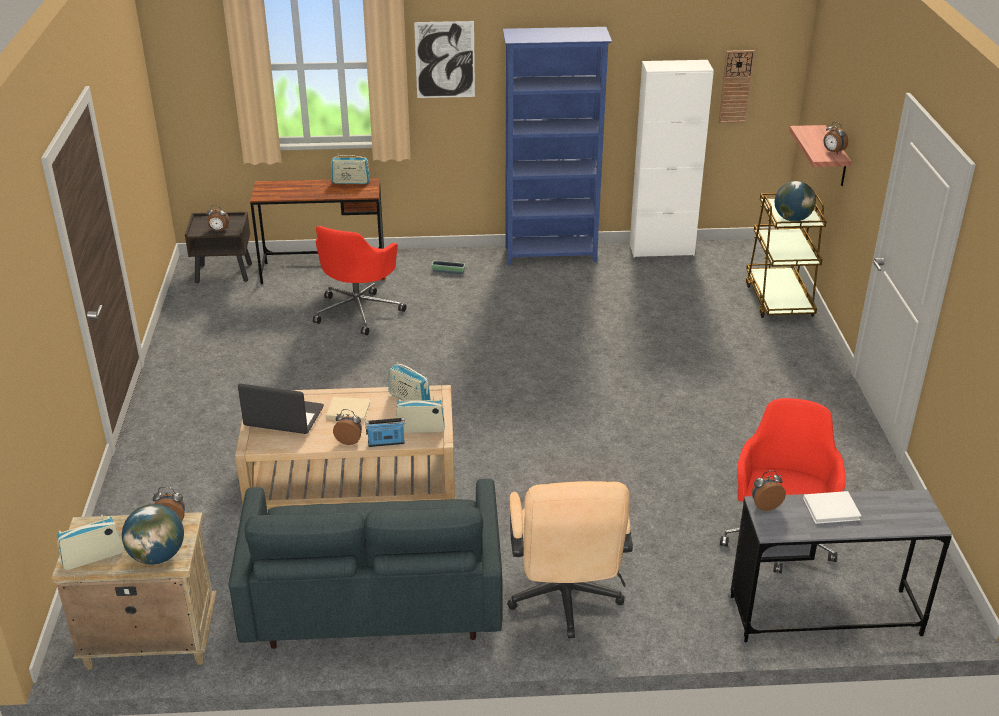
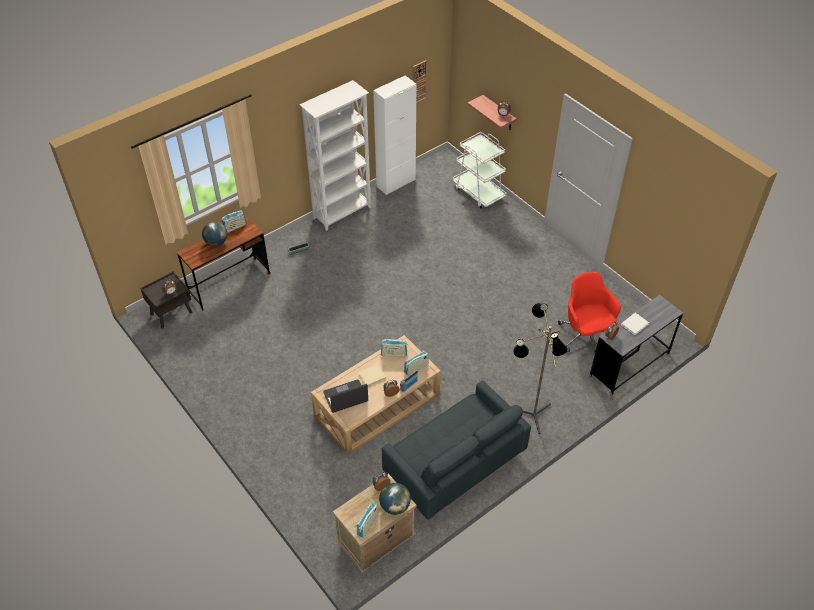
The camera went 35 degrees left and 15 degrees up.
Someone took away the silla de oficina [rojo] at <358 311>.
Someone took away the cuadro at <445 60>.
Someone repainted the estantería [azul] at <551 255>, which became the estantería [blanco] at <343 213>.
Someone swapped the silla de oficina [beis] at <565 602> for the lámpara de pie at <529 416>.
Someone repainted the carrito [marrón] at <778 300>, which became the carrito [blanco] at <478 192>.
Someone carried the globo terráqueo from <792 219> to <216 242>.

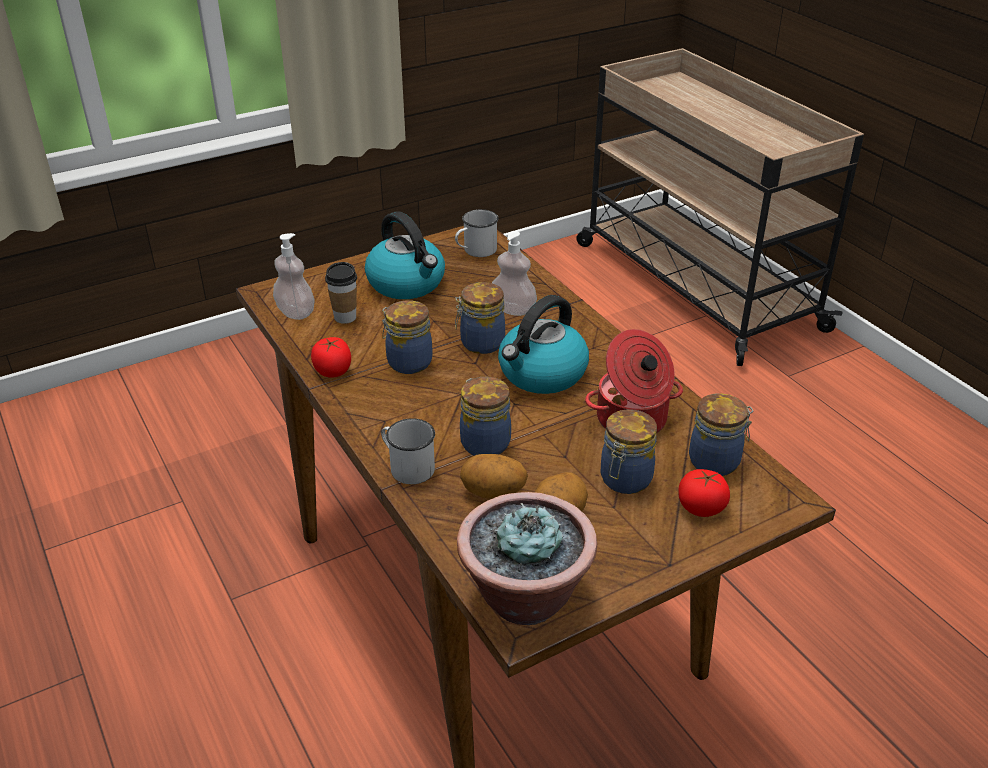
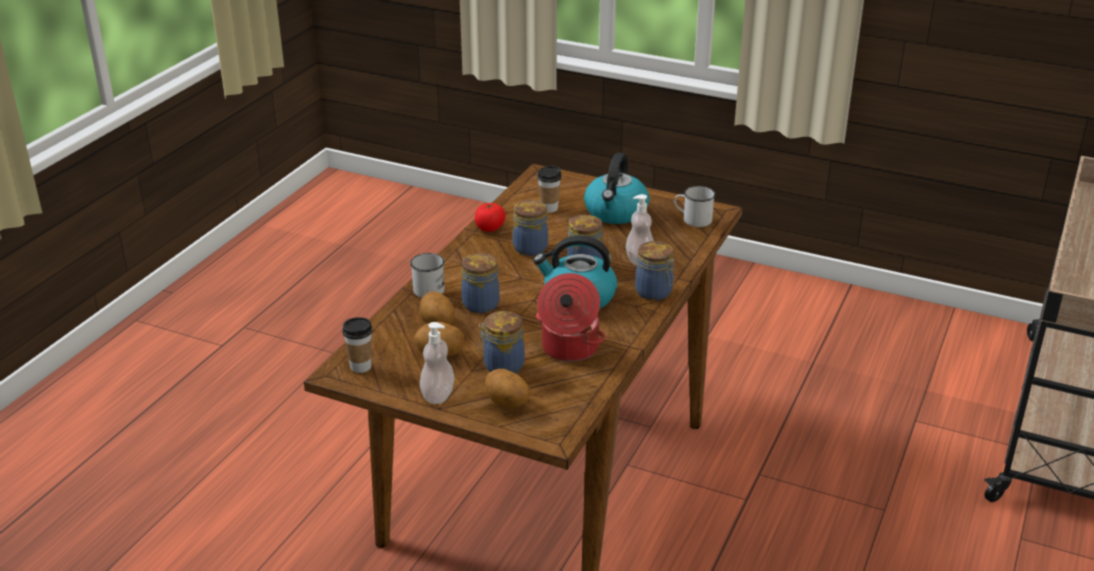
The camera went 55 degrees right and 5 degrees down.
Someone carried the dispensador de jabón from <295 312> to <437 395>.
Someone swapped the planta en maceta at <524 596> for the taza at <360 367>.
Someone swapped the tomate at <701 507> for the patata at <507 403>.
Someone carried the tarro from <716 461> to <655 293>.

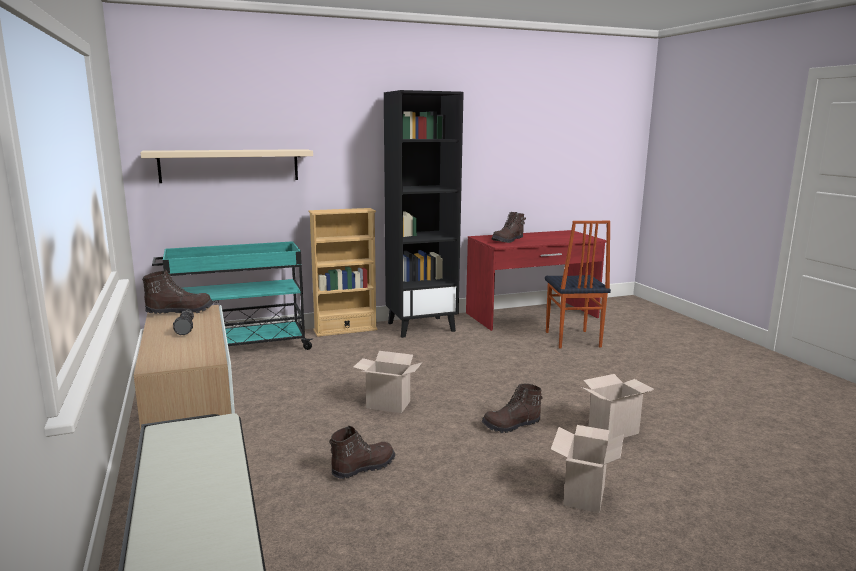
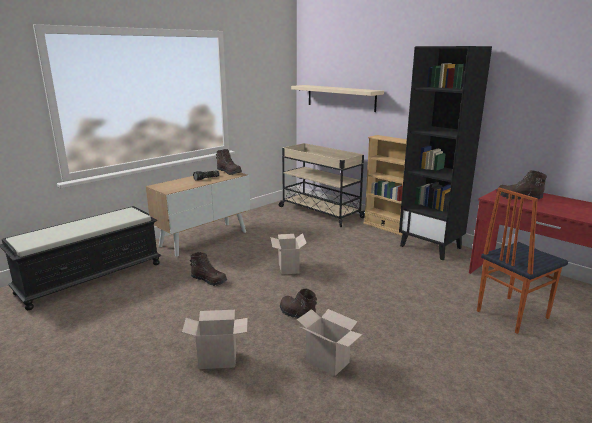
The camera went 65 degrees right and 5 degrees up.
Someone repainted the carrito [turquesa] at <237 348>, which became the carrito [beis] at <319 212>.

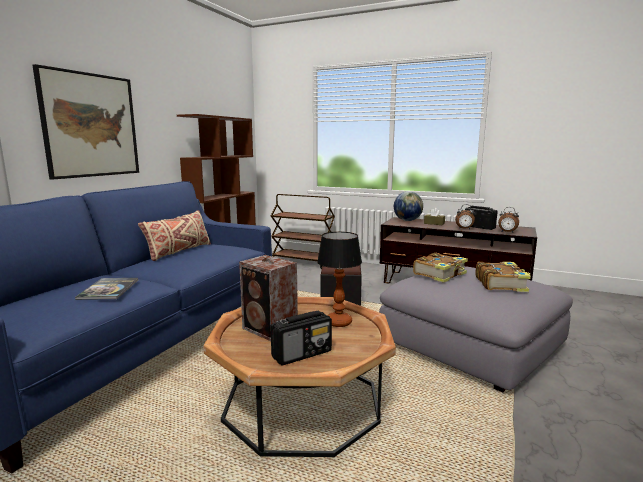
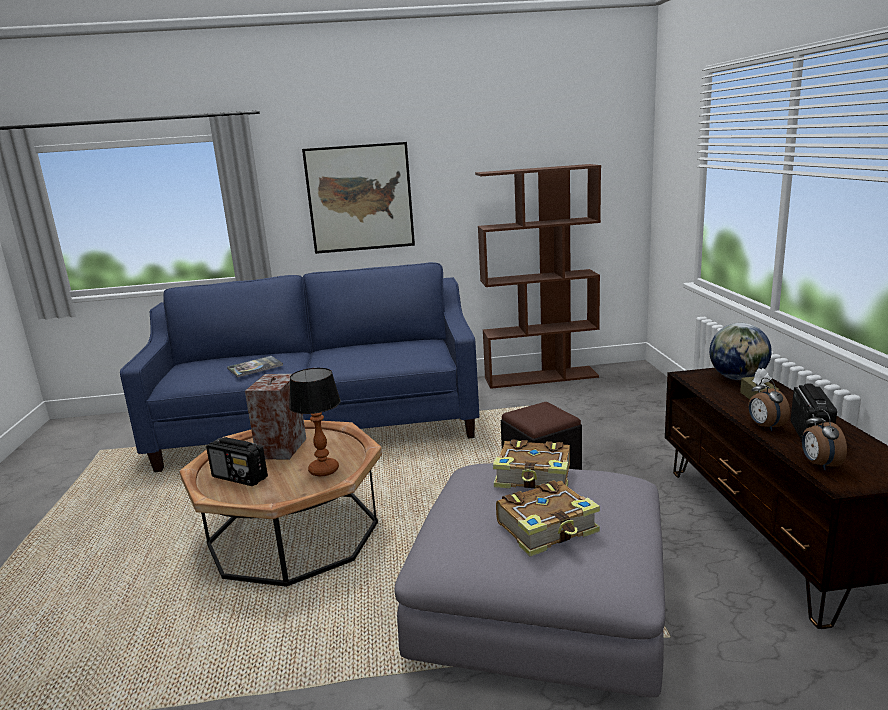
The camera went 60 degrees right and 5 degrees up.
Someone took away the cojín [beis] at <179 251>.
Someone took away the carrito [marrón] at <303 262>.

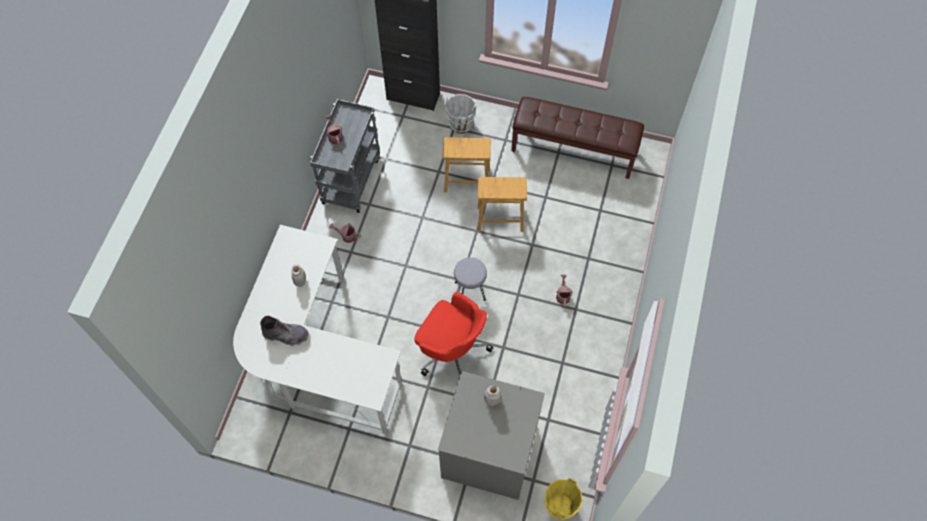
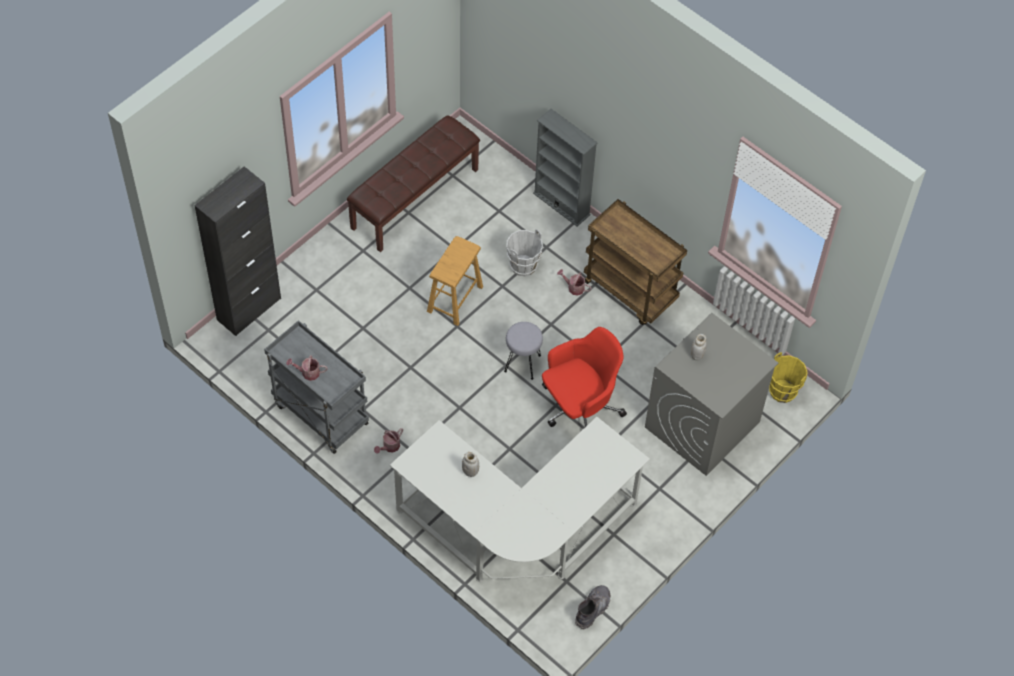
The camera went 65 degrees left and 5 degrees down.
Someone carried the bota [gris] from <286 335> to <593 609>.
Someone took away the taburete [marrón] at <467 180>.
Someone carried the cubo [blanco] from <461 125> to <523 266>.
Someone put down the estantería [gris] at <561 204>.
Someone put down the carrito [marrón] at <631 291>.

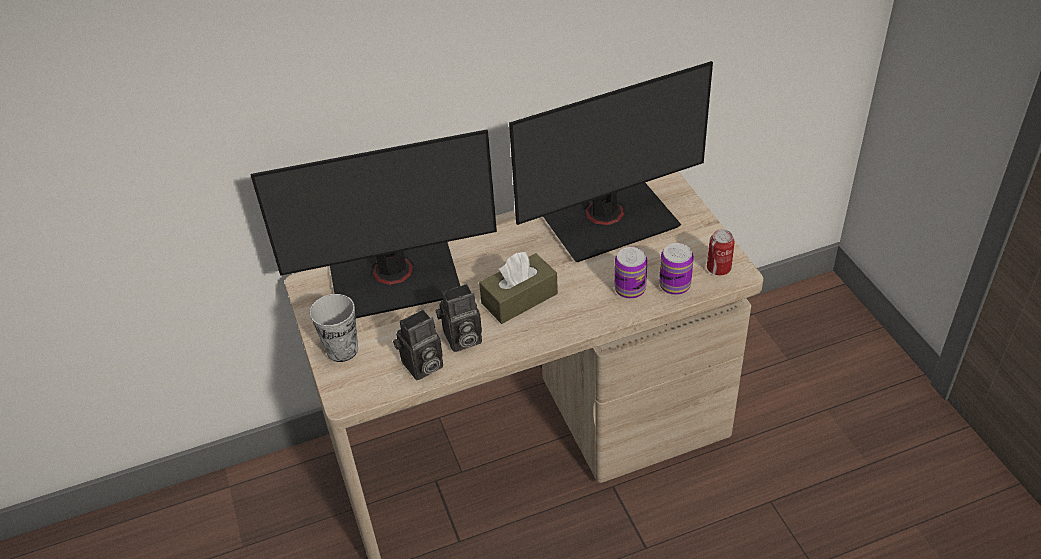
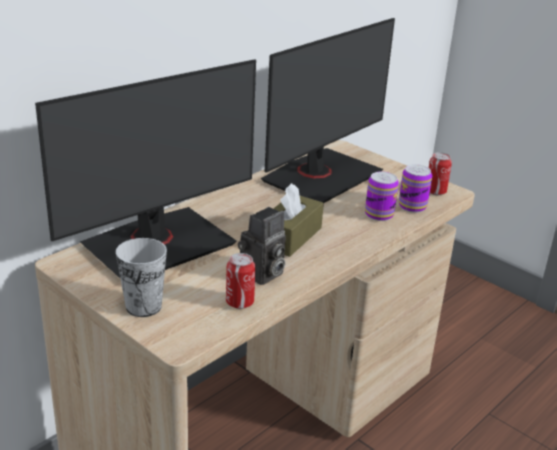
The camera went 30 degrees left and 15 degrees down.
Someone swapped the cámara at <422 367> for the lata at <239 302>.

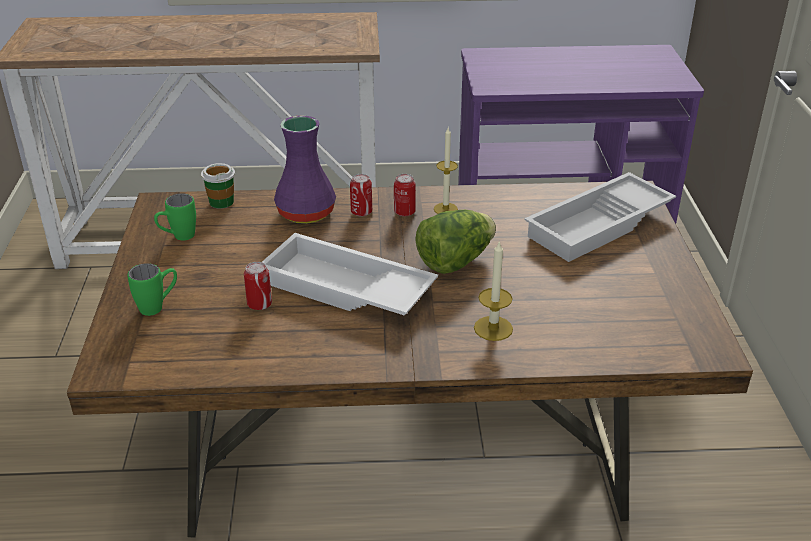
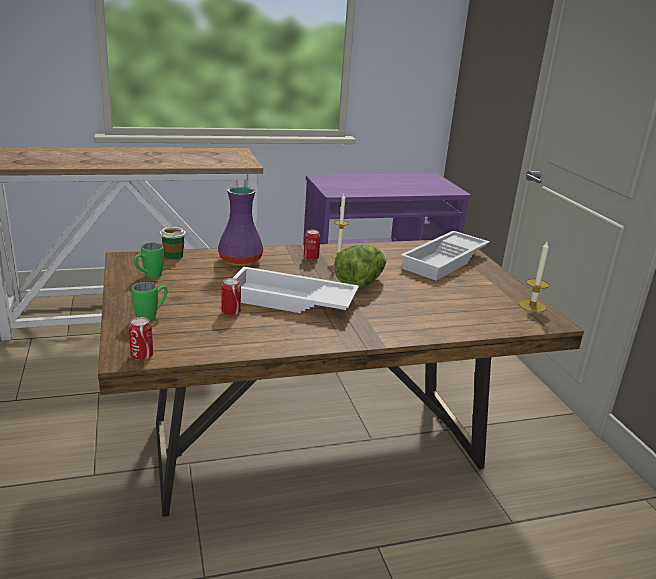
The camera went 15 degrees left and 10 degrees down.
Someone carried the lata from <361 212> to <142 356>.
Someone carried the vela from <493 328> to <532 306>.

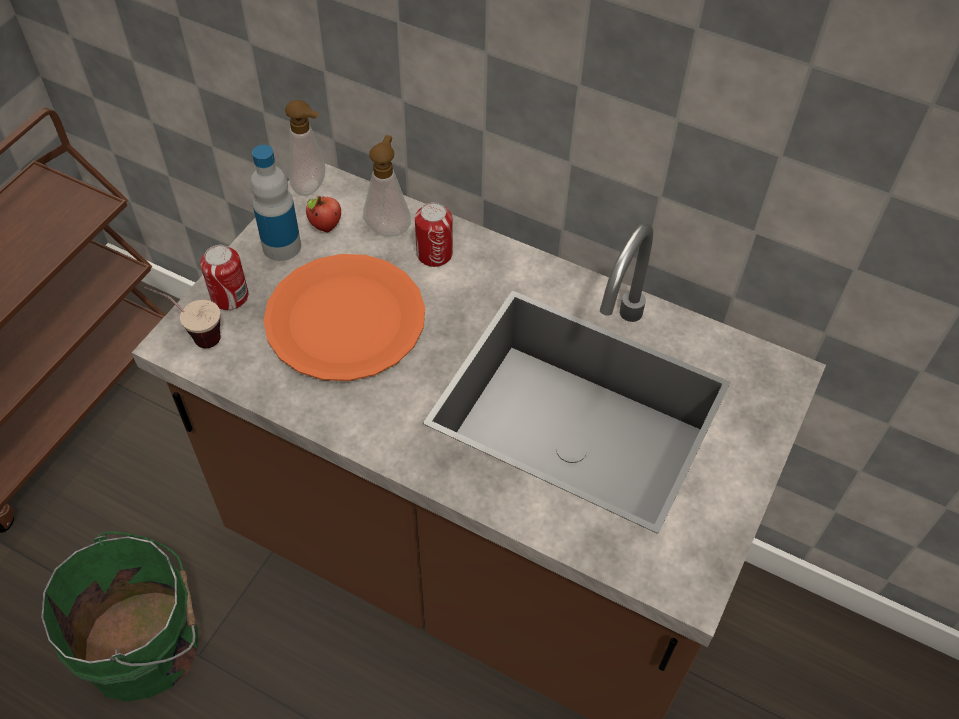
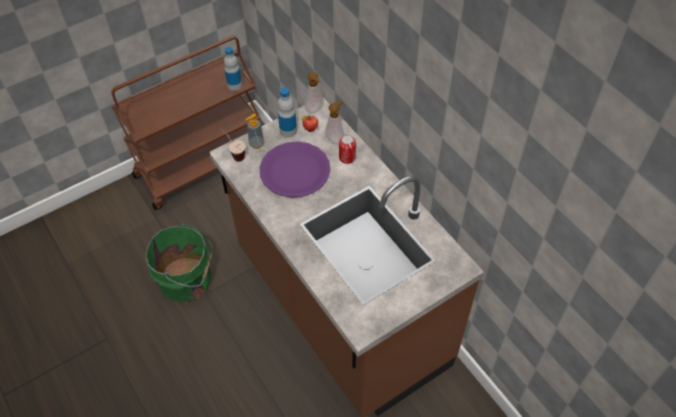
The camera went 30 degrees right and 0 degrees up.
Someone swapped the lata at <230 296> for the dispensador de jabón at <256 144>.
Someone repainted the plato [naranja] at <345 319>, which became the plato [morado] at <294 170>.
Someone put down the botella at <234 85>.

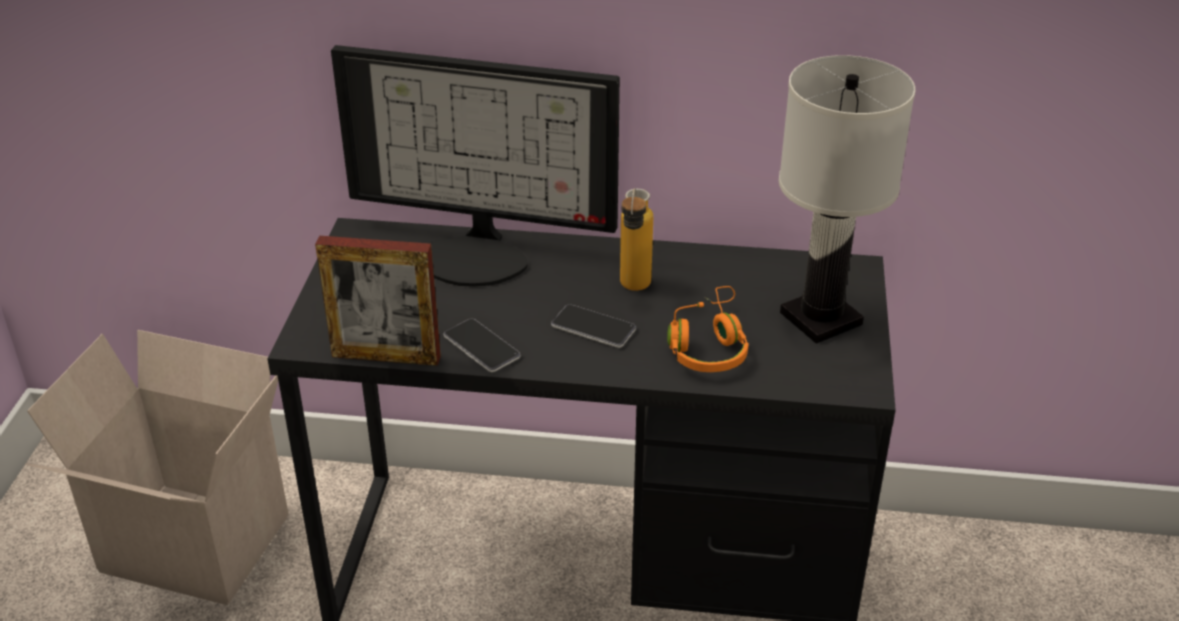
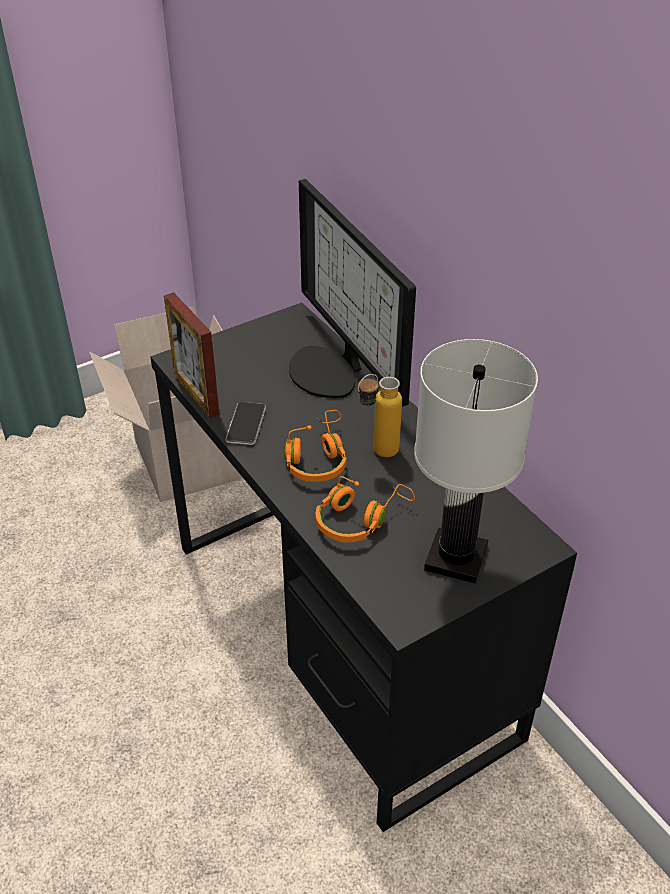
The camera went 50 degrees right and 5 degrees up.
Someone swapped the móvil at <593 328> for the auriculares [naranja] at <317 458>.

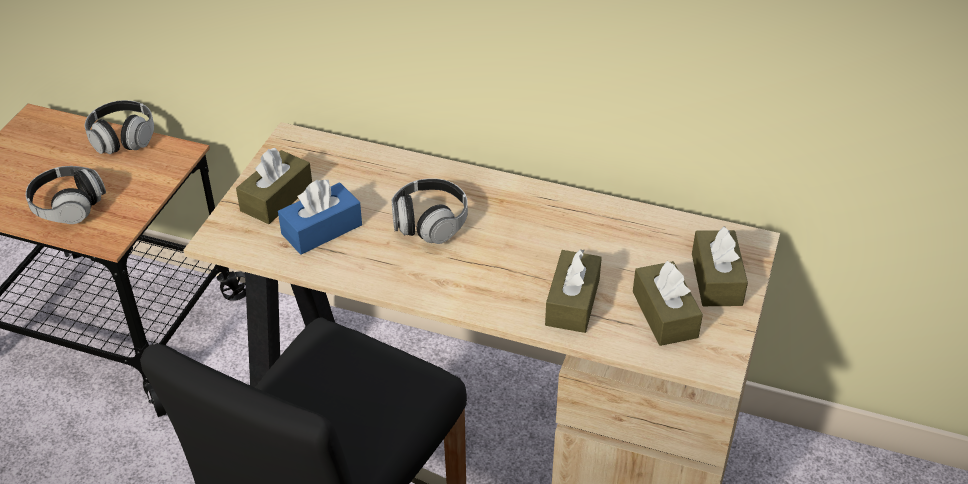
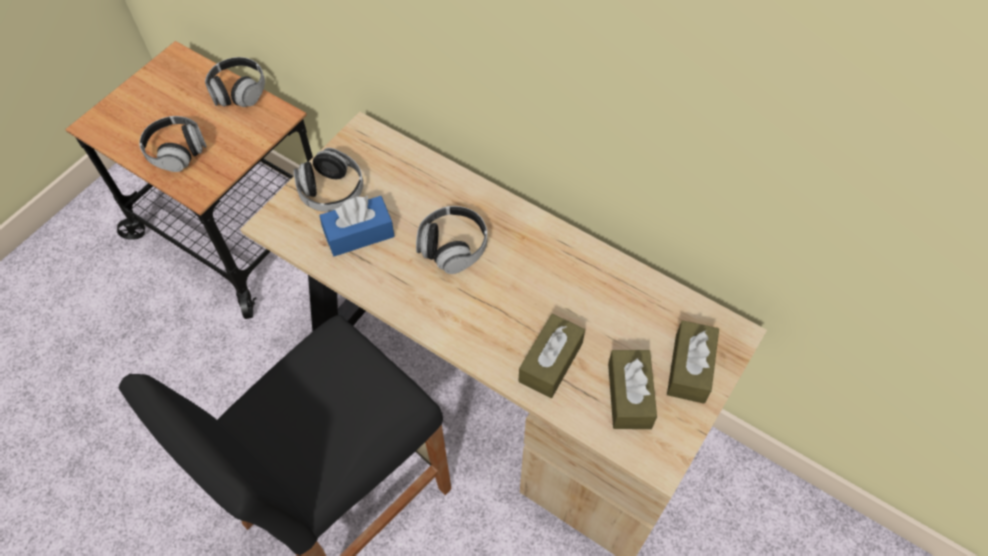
The camera went 15 degrees right and 15 degrees up.
Someone swapped the caja de pañuelos [marrón] at <276 198> for the auriculares at <332 192>.

